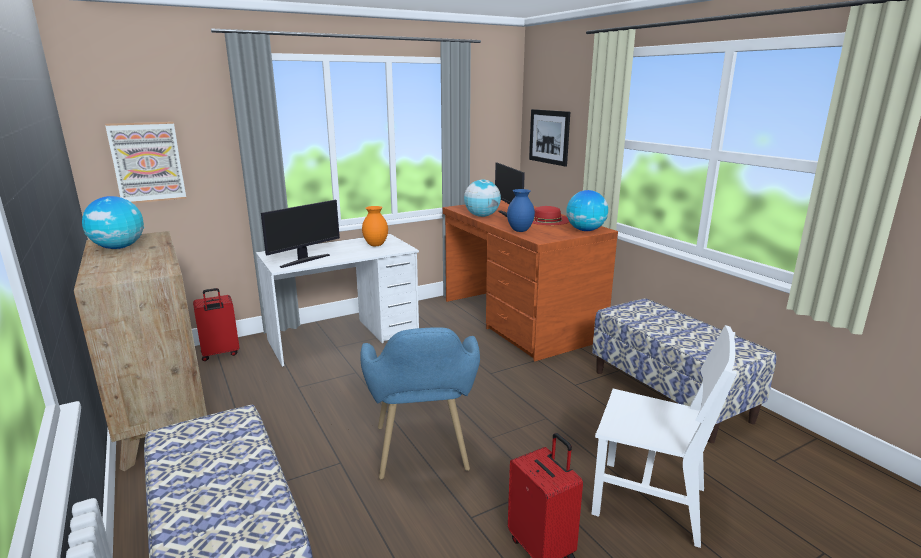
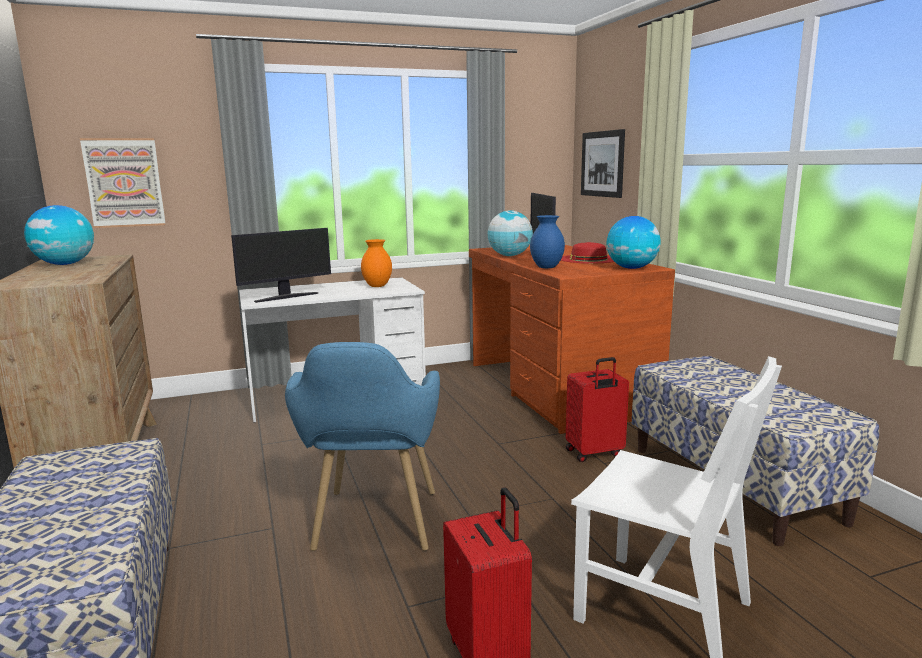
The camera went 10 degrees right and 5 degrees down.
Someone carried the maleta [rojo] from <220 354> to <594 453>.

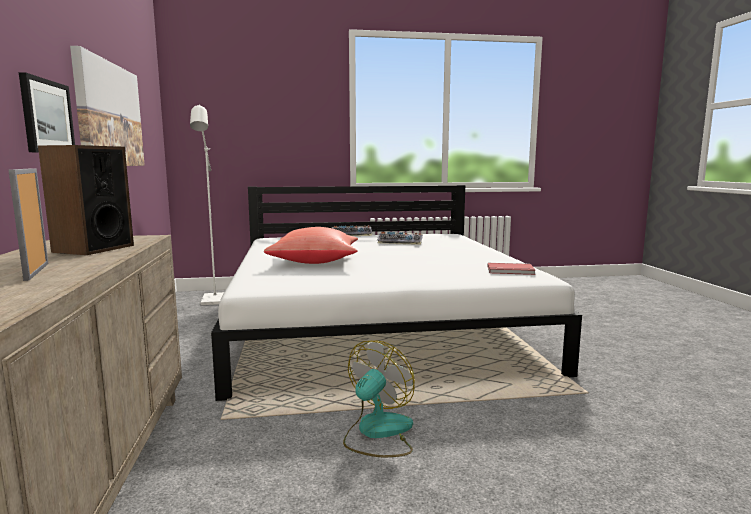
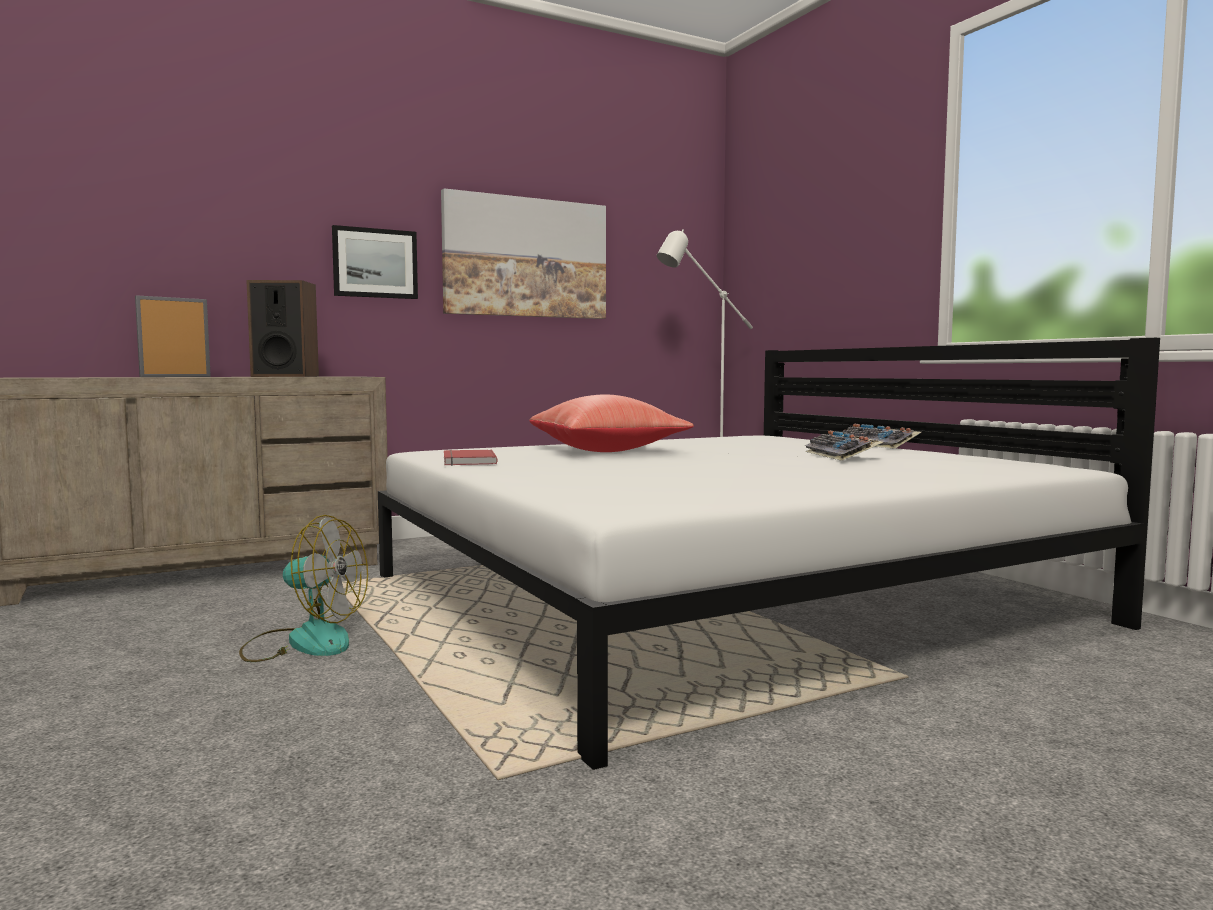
The camera went 70 degrees right and 5 degrees down.
Someone carried the libro [rojo] from <510 271> to <467 461>.

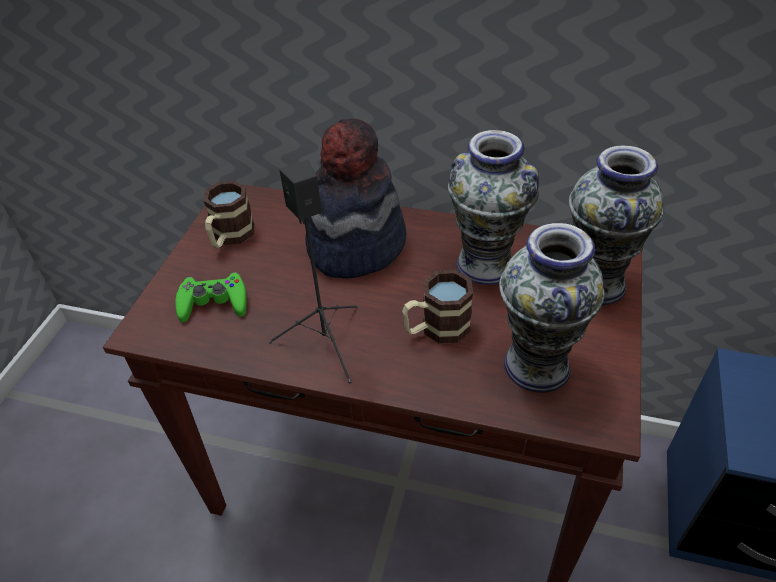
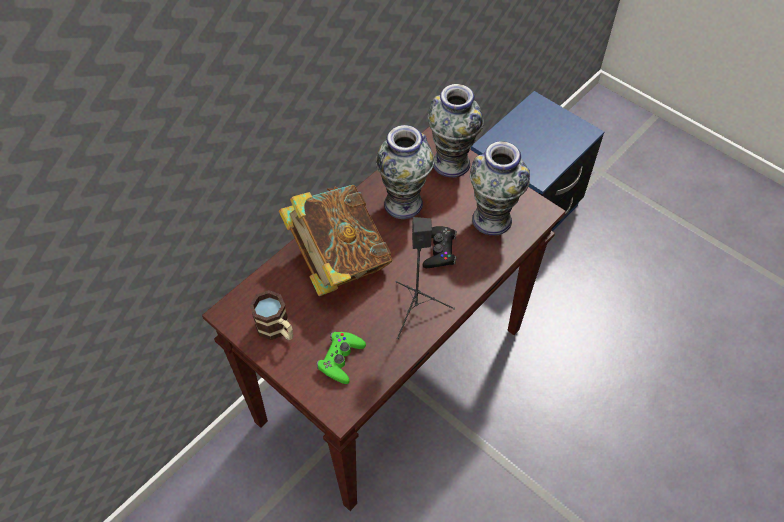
The camera went 65 degrees left and 10 degrees up.
Someone swapped the sombrero at <355 244> for the libro at <338 260>.
Someone swapped the taza grande at <436 329> for the mando de consola [negro] at <439 251>.

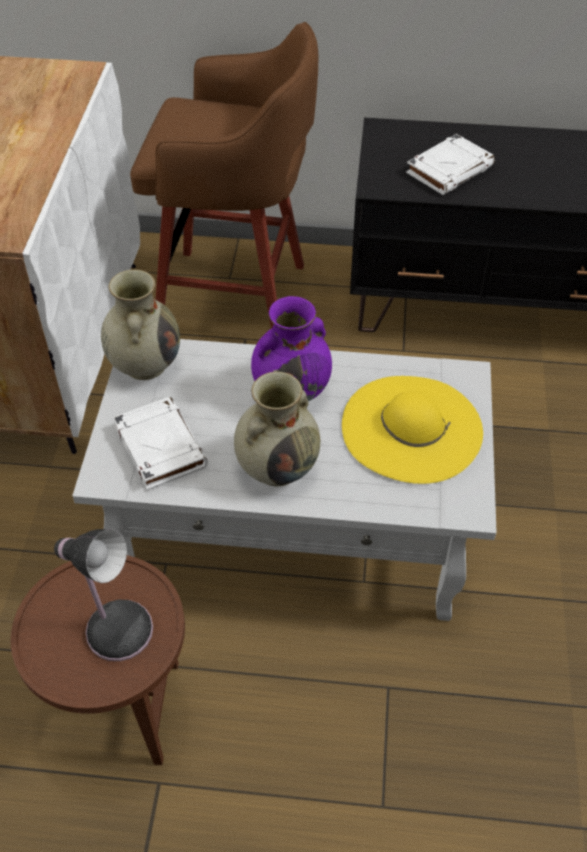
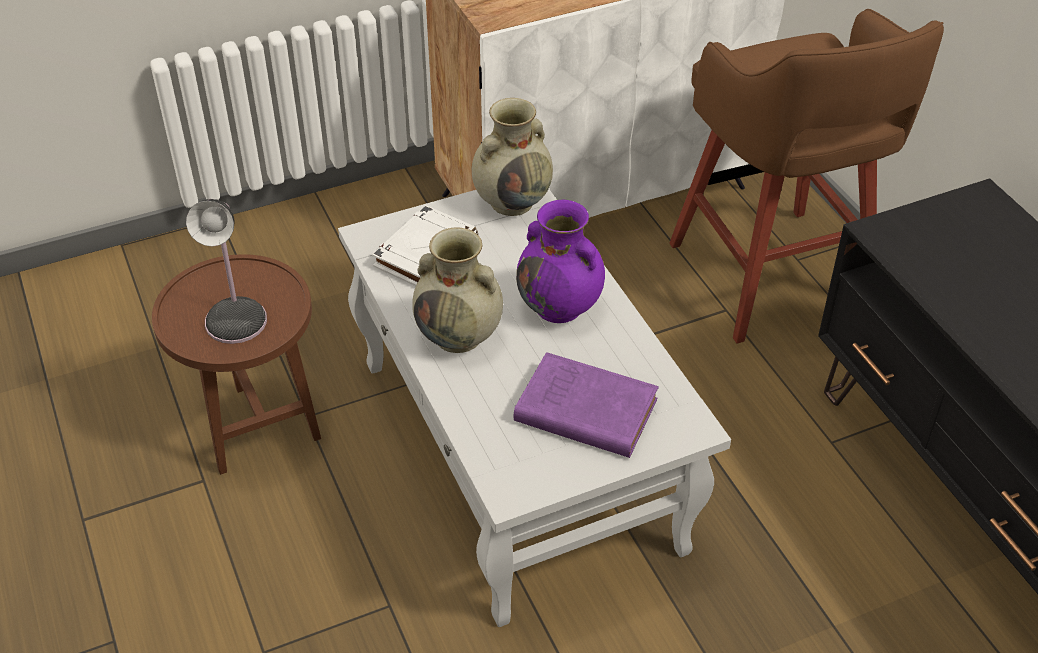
The camera went 60 degrees right and 5 degrees down.
Someone swapped the sombrero [amarillo] at <411 428> for the libro [morado] at <582 410>.
Someone took away the libro [blanco] at <449 169>.

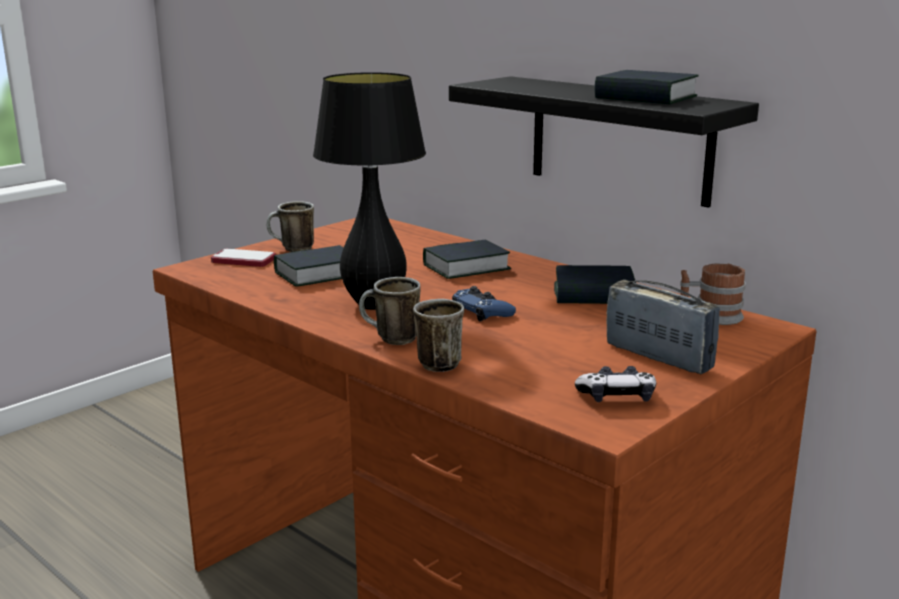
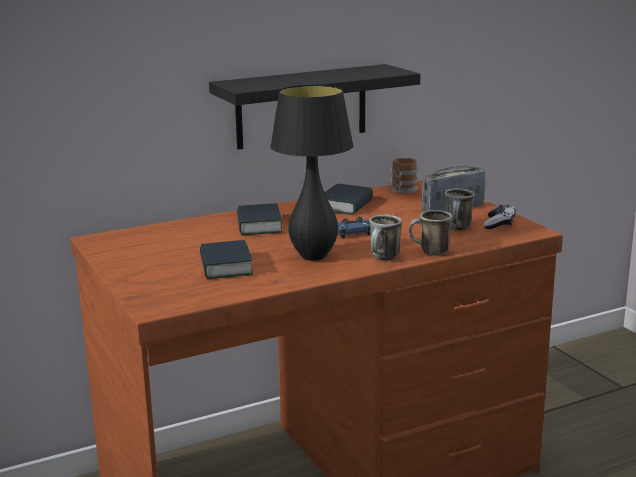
The camera went 70 degrees left and 0 degrees up.
Someone took away the móvil at <243 260>.
Someone carried the taza grande from <292 249> to <458 229>.
Someone took away the libro at <645 98>.

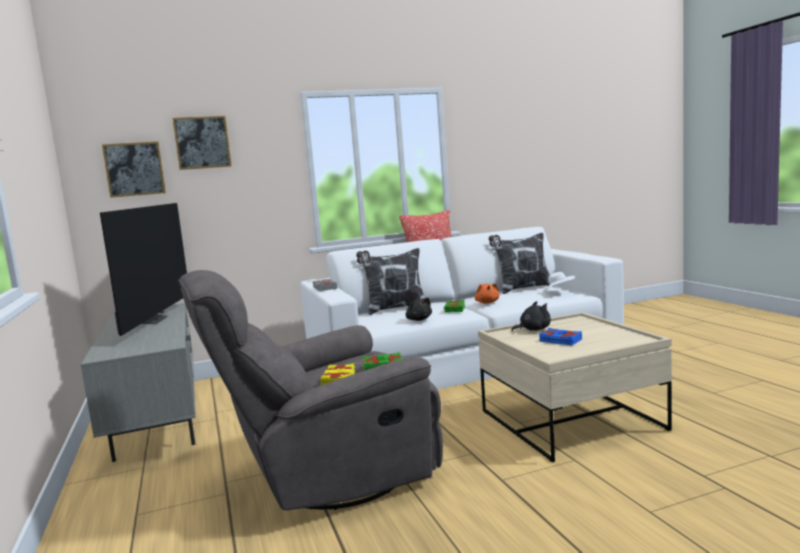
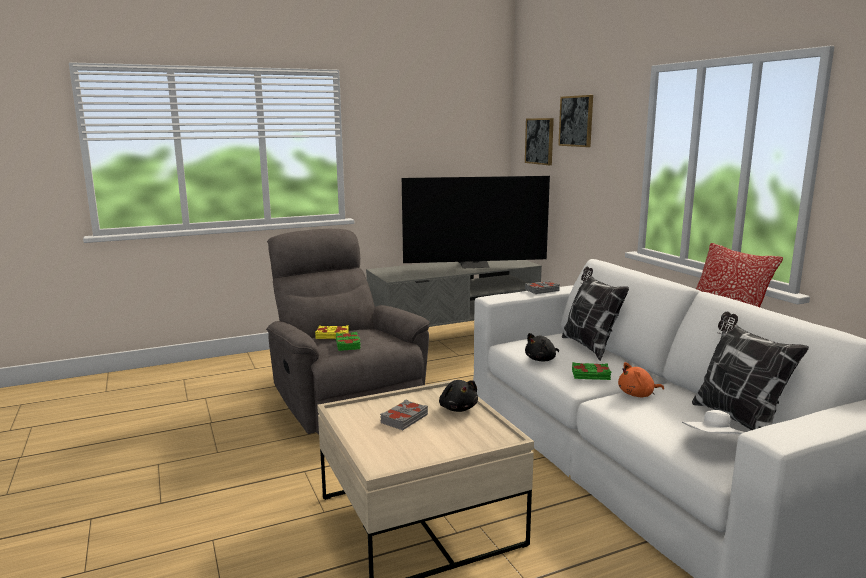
The camera went 85 degrees right and 5 degrees up.
Someone repainted the libro [azul] at <560 340>, which became the libro [gris] at <403 419>.

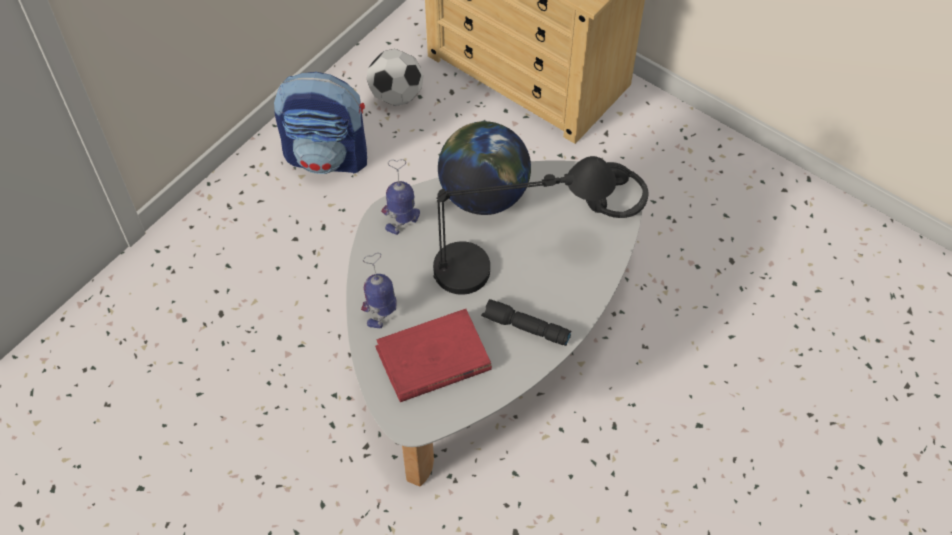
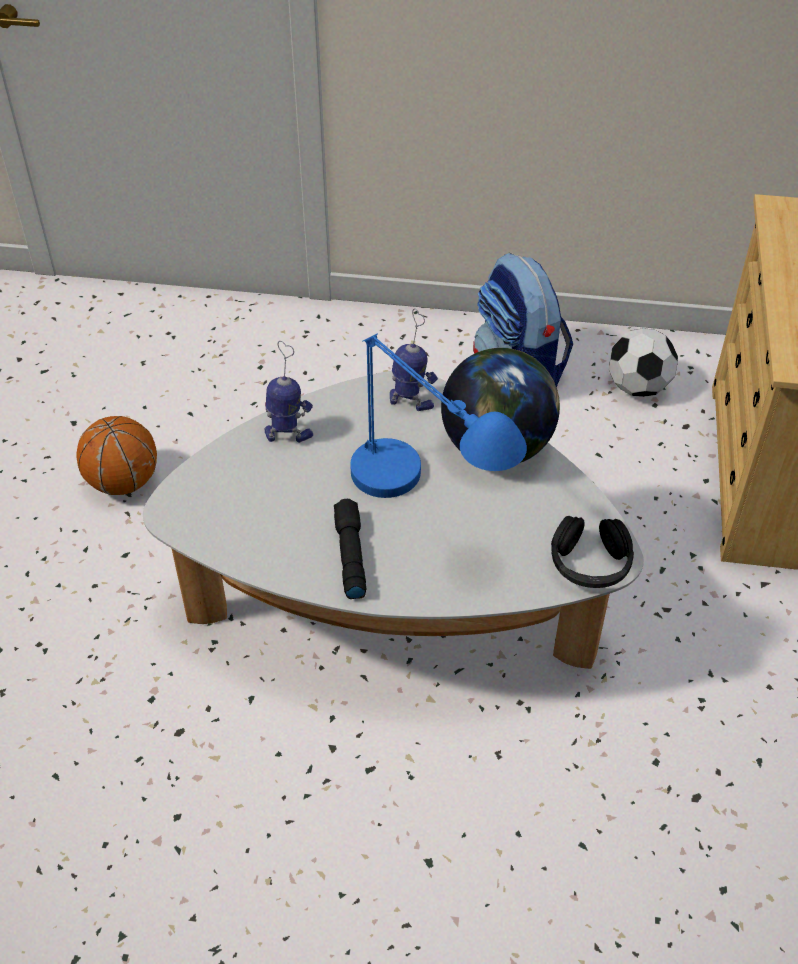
The camera went 60 degrees right and 10 degrees down.
Someone took away the libro [rojo] at <433 359>.
Someone repainted the lámpara de mesa [negro] at <512 264>, which became the lámpara de mesa [azul] at <425 509>.
Someone put down the balón de baloncesto at <123 482>.

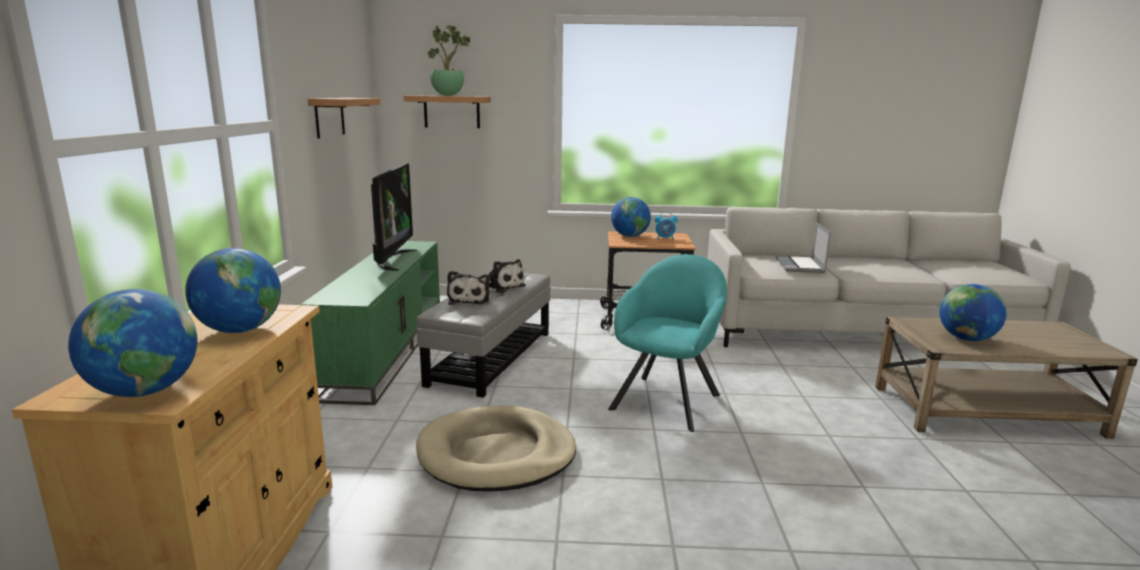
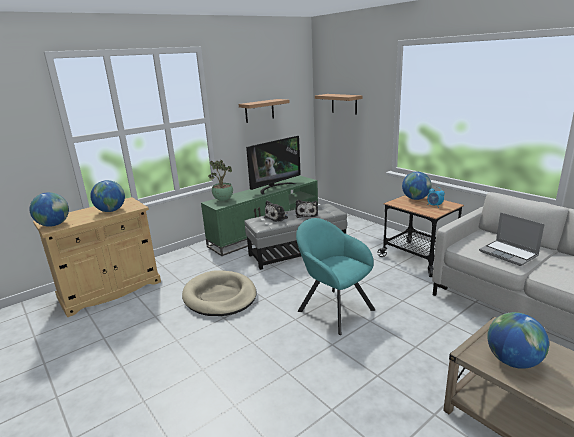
The camera went 50 degrees right and 5 degrees up.
Someone carried the planta en maceta from <448 95> to <224 200>.
Someone rotated the sillón [turquesa] at <668 399> by 120 degrees counterclockwise.
Someone rotated the portátil at <800 266> by 90 degrees counterclockwise.

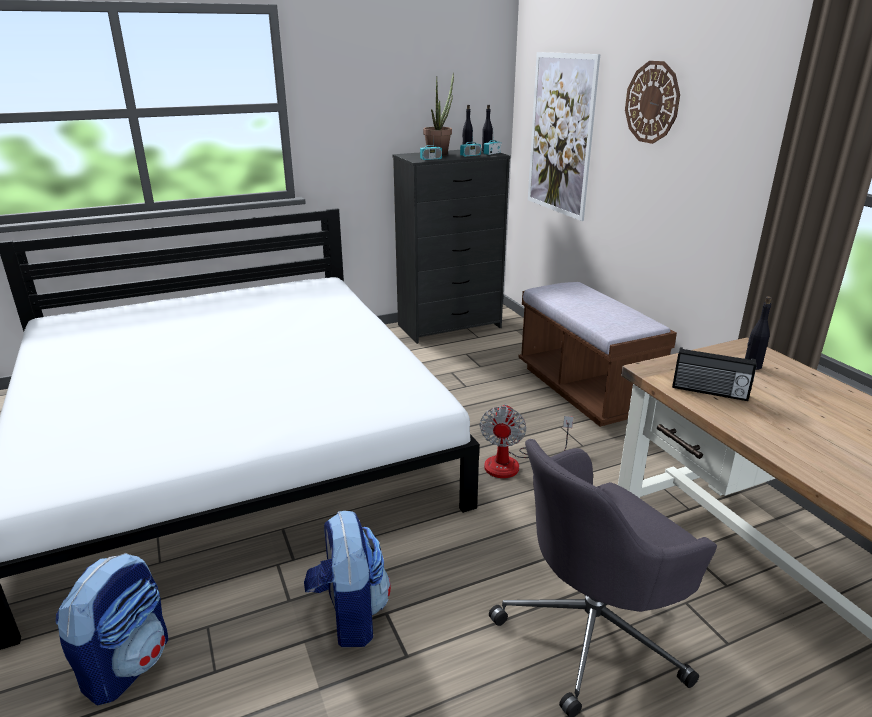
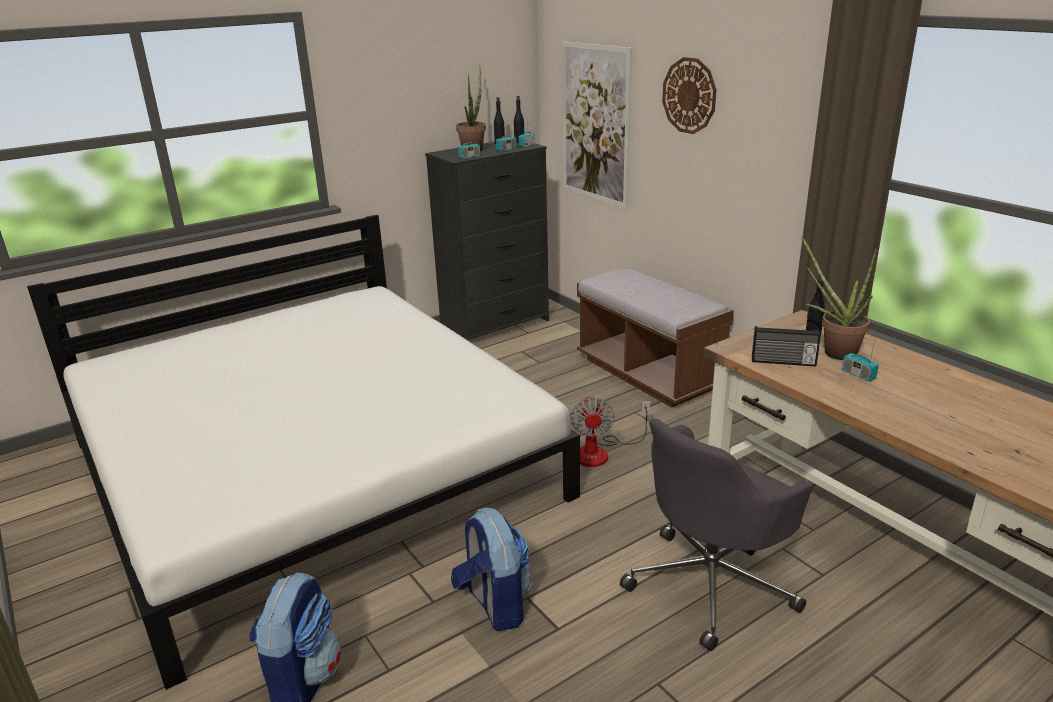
The camera went 10 degrees left and 0 degrees up.
Someone put down the planta en maceta at <833 351>.
Someone put down the radio at <858 375>.

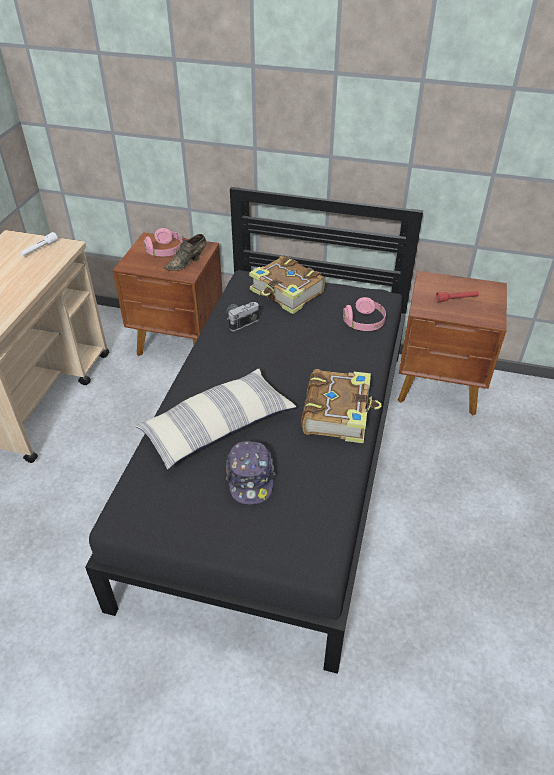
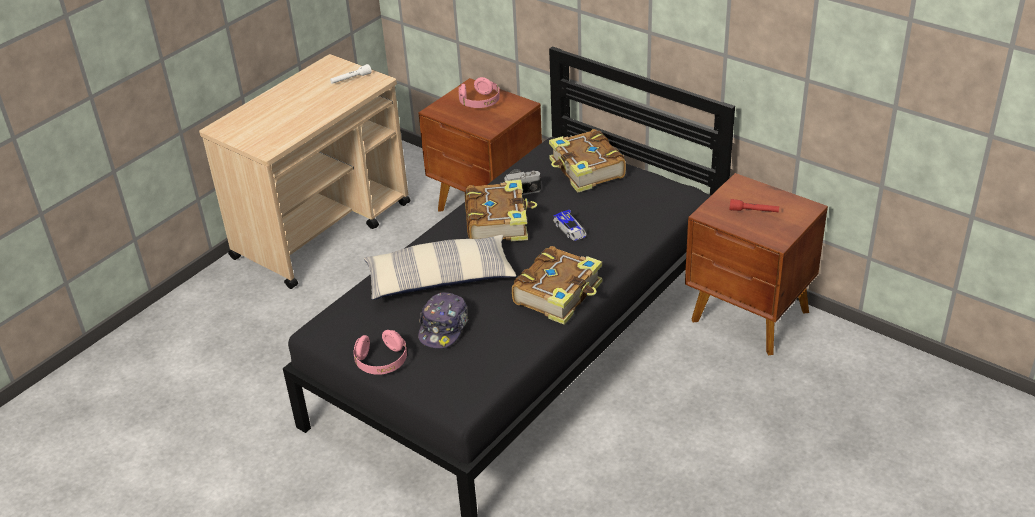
The camera went 25 degrees right and 5 degrees down.
Someone took away the zapato [marrón] at <188 262>.
Someone carried the auriculares [rosa] from <364 323> to <382 362>.
Someone put down the libro at <498 221>.
Someone put down the coche de juguete at <570 229>.

